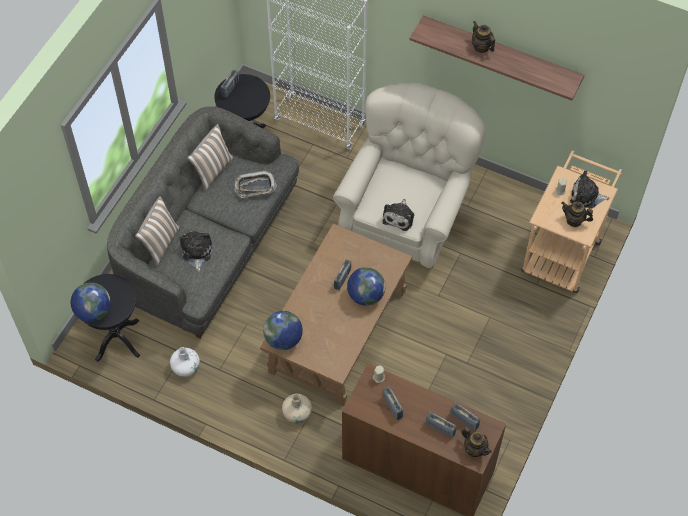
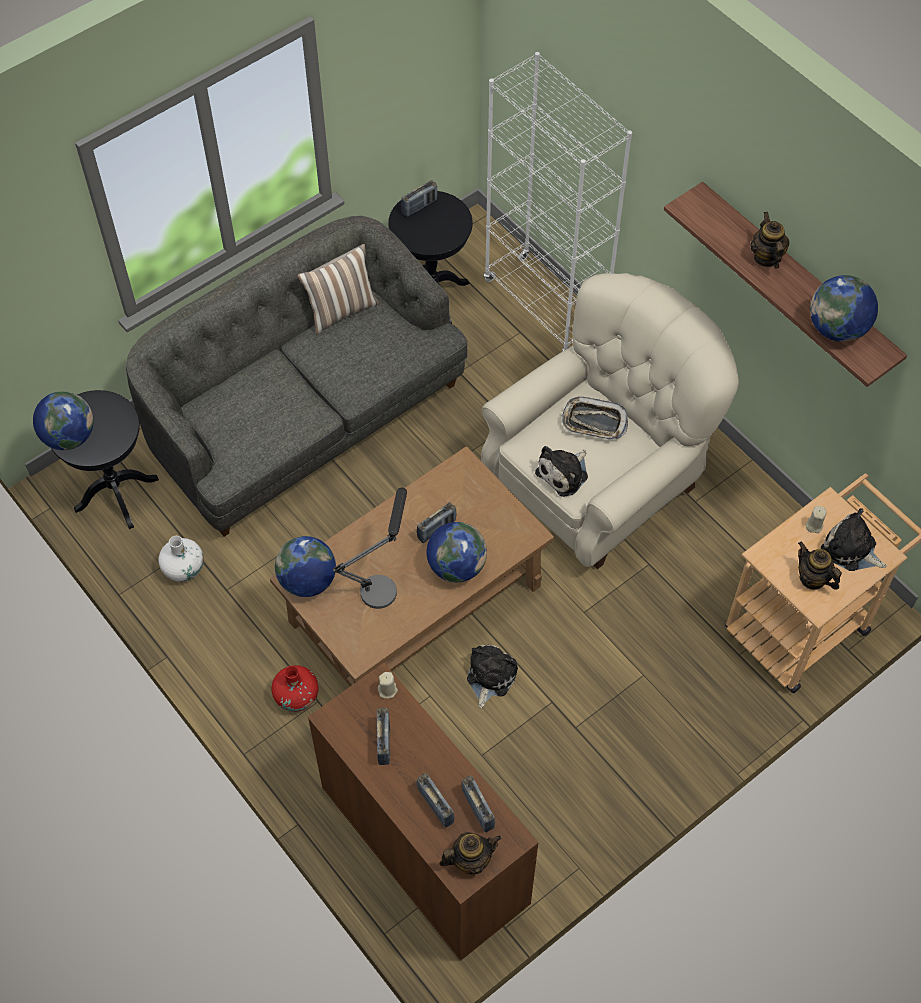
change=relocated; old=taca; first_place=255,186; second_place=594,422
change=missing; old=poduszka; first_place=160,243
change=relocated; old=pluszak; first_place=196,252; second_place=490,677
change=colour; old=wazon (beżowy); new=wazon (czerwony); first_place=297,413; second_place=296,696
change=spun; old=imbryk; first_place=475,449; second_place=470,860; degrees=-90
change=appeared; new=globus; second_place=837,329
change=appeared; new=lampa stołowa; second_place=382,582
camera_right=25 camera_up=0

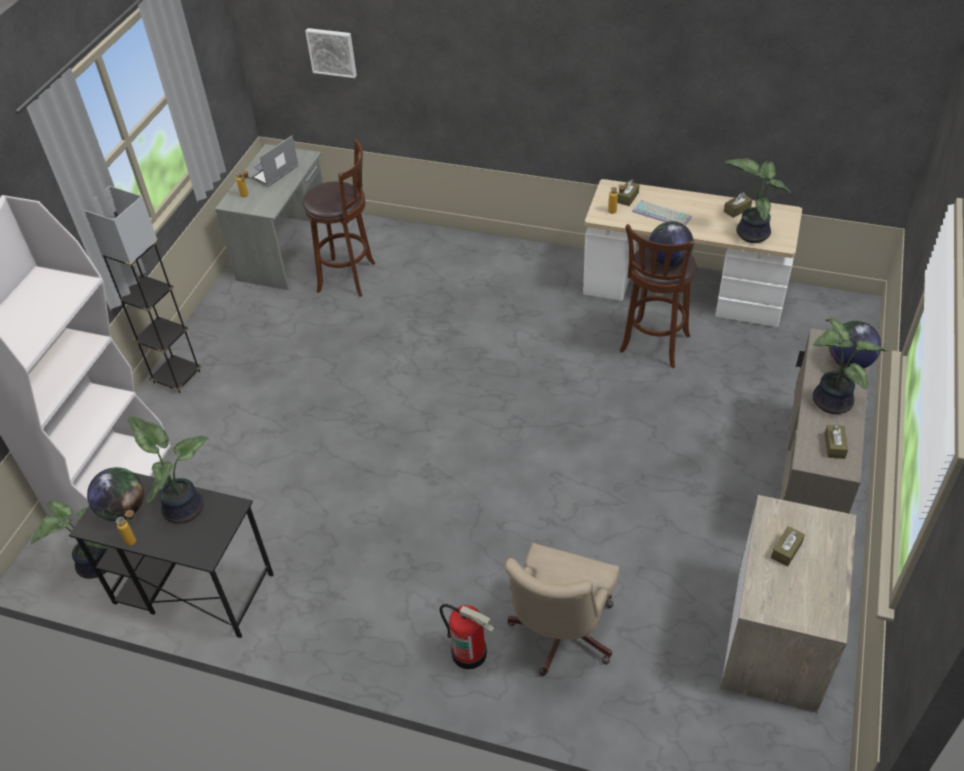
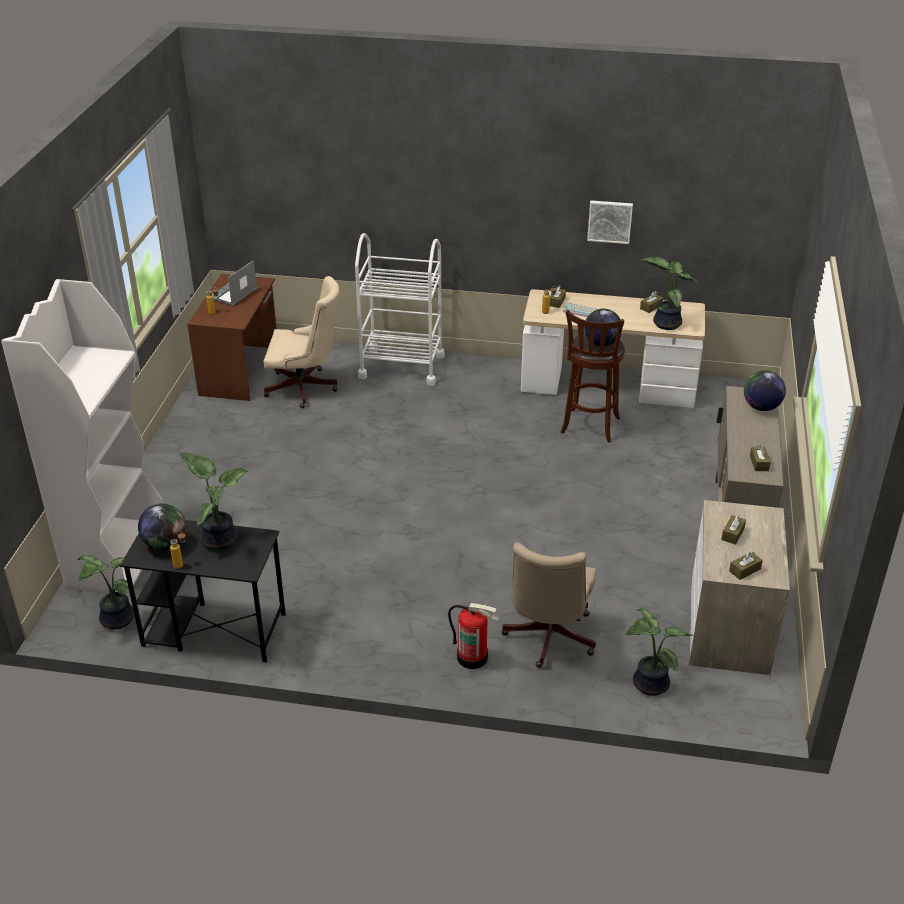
change=relocated; old=obraz; first_place=332,52; second_place=610,221
change=exchanged; old=stołek (brązowy); new=krzesło biurowe (beżowy); first_place=350,277; second_place=305,388
change=colour; old=biurko (szary); new=biurko (brązowy); first_place=286,251; second_place=240,370
change=missing; old=lampa stojąca (szary); first_place=177,377
change=relocated; old=roślina doniczkowa; first_place=829,401; second_place=648,683
change=appeared; new=wózek (biały); second_place=401,366
change=appeared; new=pudełko chusteczek (brązowy); second_place=744,570
camera_right=-10 camera_up=-10

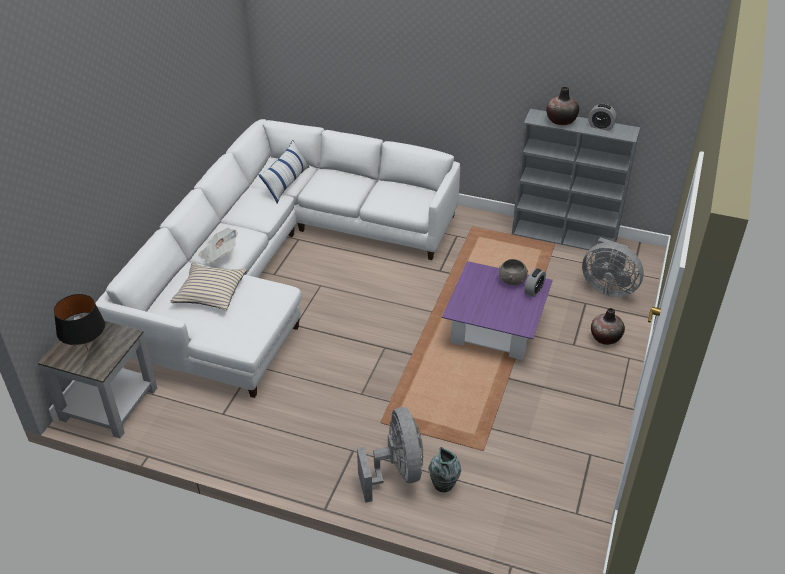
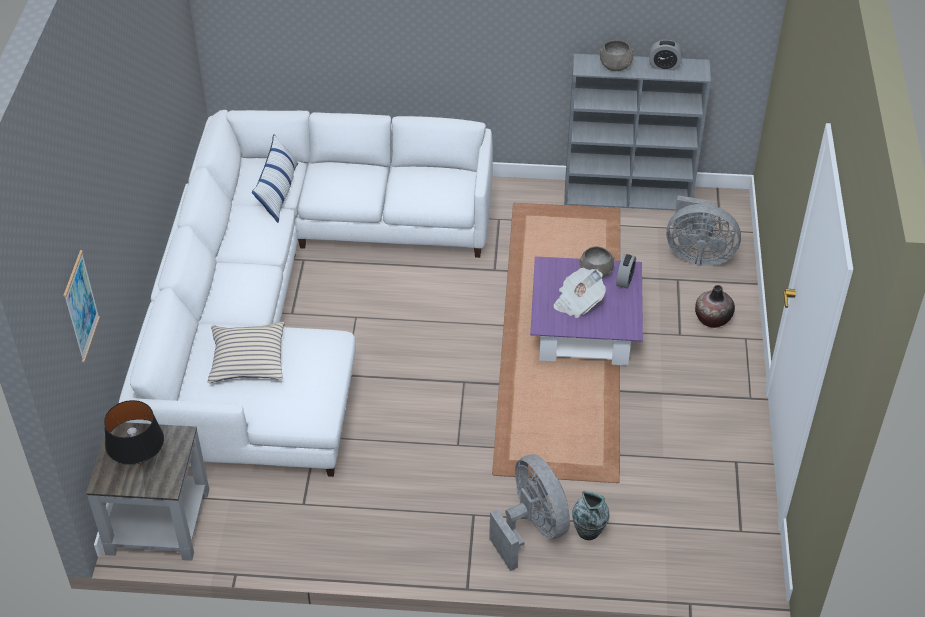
change=exchanged; old=wazon; new=miska (szary); first_place=561,120; second_place=615,65
change=relocated; old=gazeta; first_place=219,254; second_place=578,302
change=appeared; new=obraz; second_place=81,306
camera_right=-15 camera_up=5

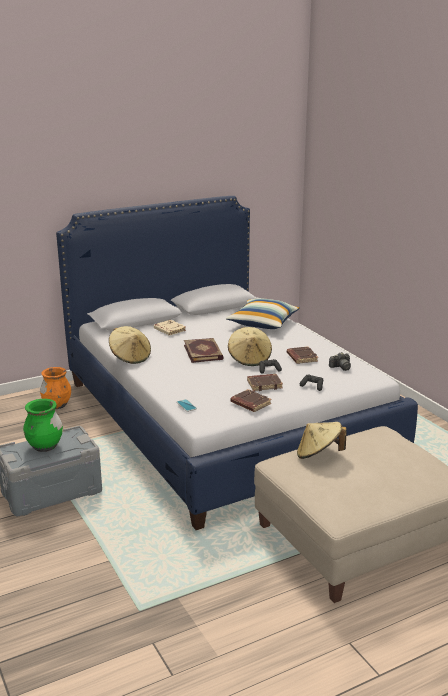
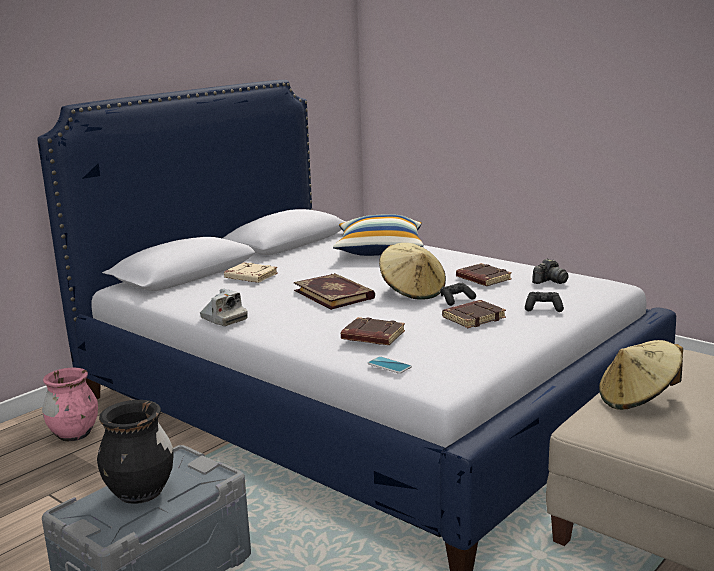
change=exchanged; old=kapelusz (beżowy); new=aparat fotograficzny; first_place=130,357; second_place=223,319
change=colour; old=wazon (pomarańczowy); new=wazon (różowy); first_place=57,405; second_place=74,435
change=relocated; old=książka (brązowy); first_place=250,403; second_place=372,337
change=colour; old=wazon (zielony); new=wazon (czarny); first_place=45,447; second_place=140,493
camera_right=-20 camera_up=-5

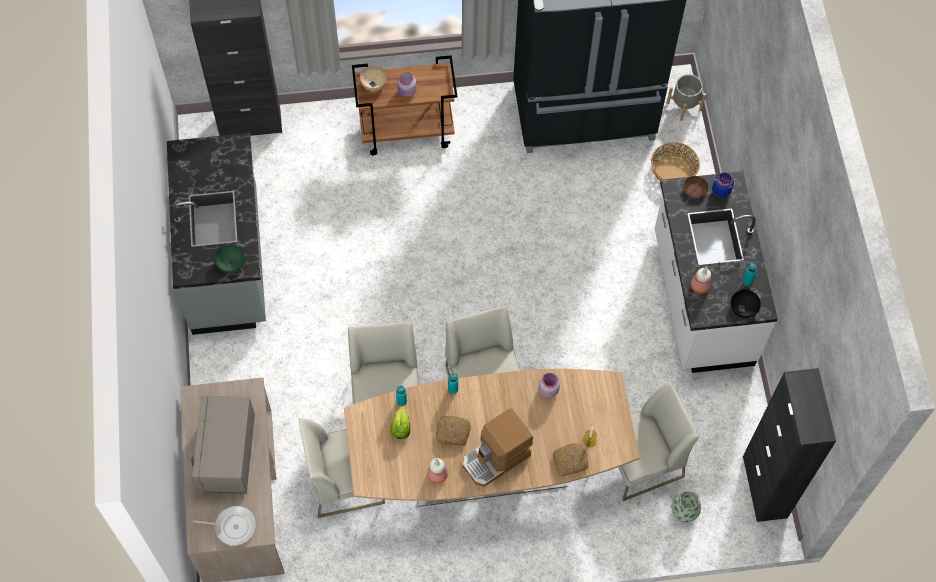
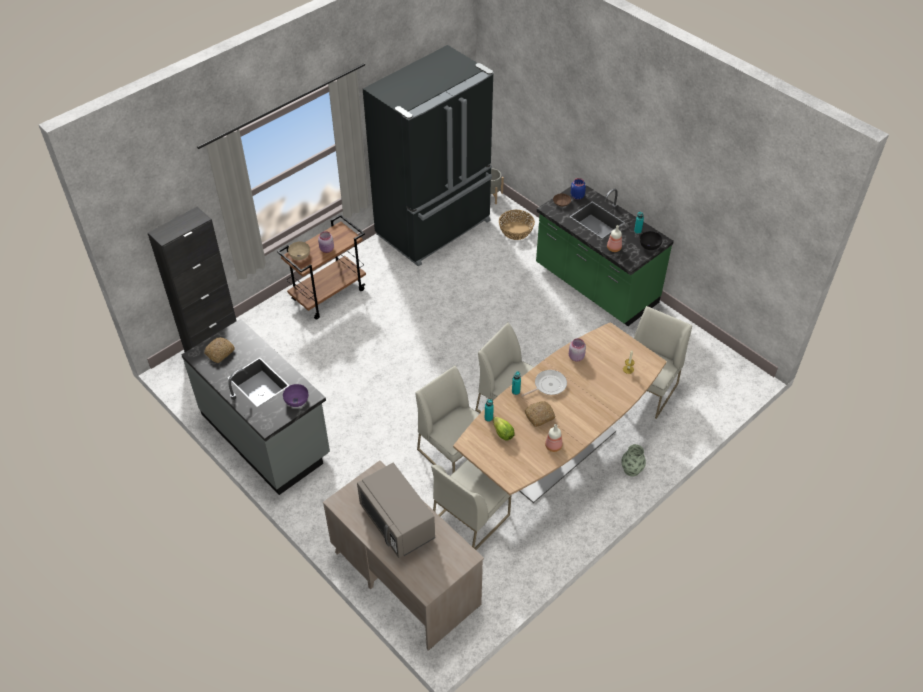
change=colour; old=zabudowa kuchenna (biały); new=zabudowa kuchenna (zielony); first_place=700,299; second_place=595,286
change=colour; old=miska (zielony); new=miska (fioletowy); first_place=231,264; second_place=296,401
change=missing; old=szafka (czarny); first_place=764,487
change=missing; old=ekspres do kawy; first_place=496,458
change=relocated; old=chleb; first_place=569,462; second_place=220,353
change=relocated; old=wazon; first_place=684,512; second_place=631,469
change=relocated; old=patelnia; first_place=233,526; second_place=548,385
camera_right=-35 camera_up=-15

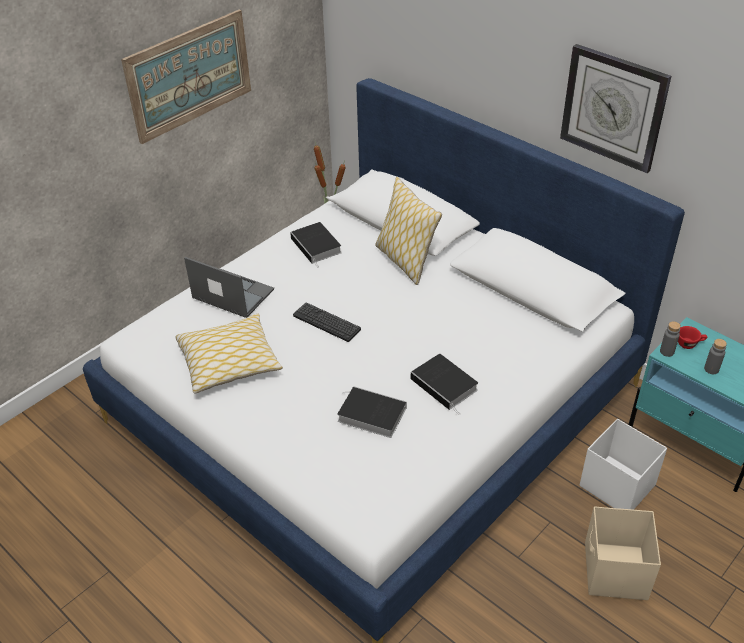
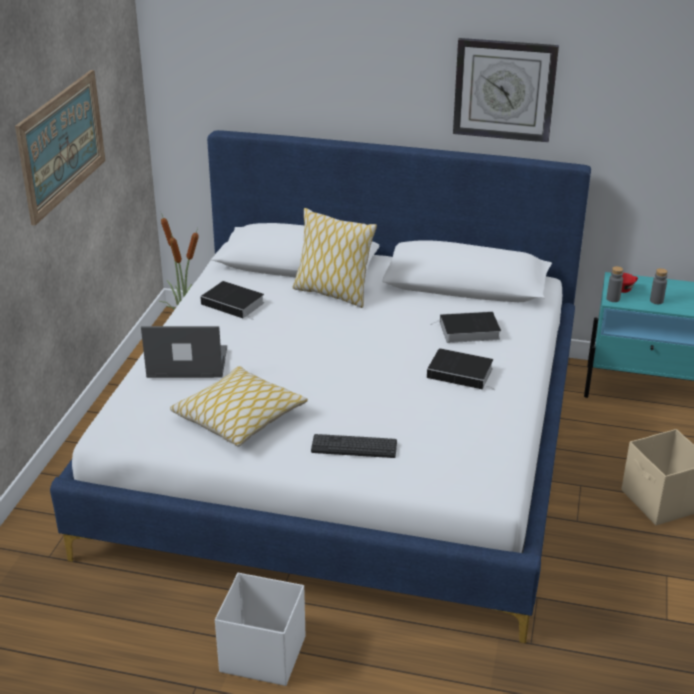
change=relocated; old=klawiatura; first_place=326,322; second_place=354,447
change=relocated; old=książka; first_place=369,414; second_place=467,331
change=relocated; old=pojemnik do przechowywania (biały); first_place=616,485; second_place=262,654
camera_right=-30 camera_up=-10

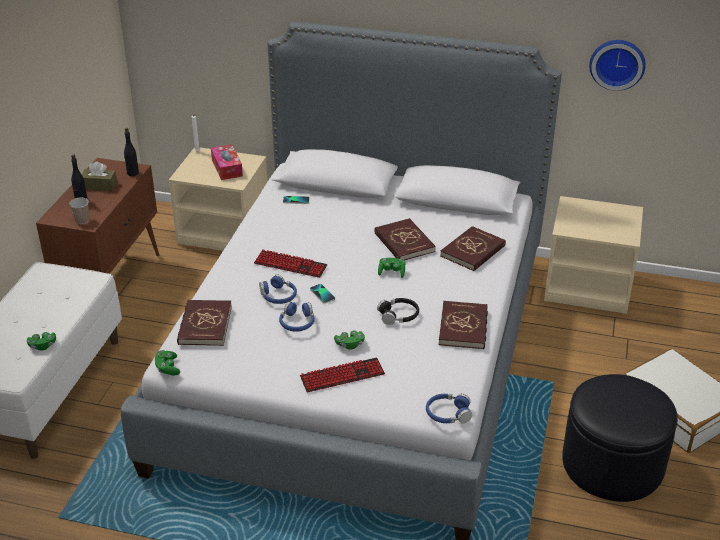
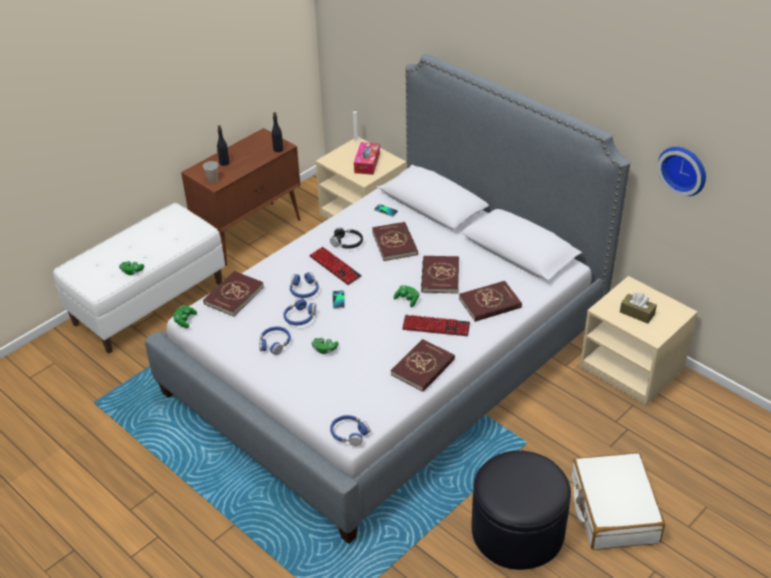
change=relocated; old=pudełko chusteczek (brązowy); first_place=99,185; second_place=637,313
change=relocated; old=słuchawki (czarny); first_place=398,315; second_place=347,243
change=relocated; old=klawiatura; first_place=342,376; second_place=436,327
change=appeared; new=książka (czerwony); second_place=395,243
change=appeared; new=słuchawki (niebieski); second_place=274,344
camera_right=30 camera_up=5

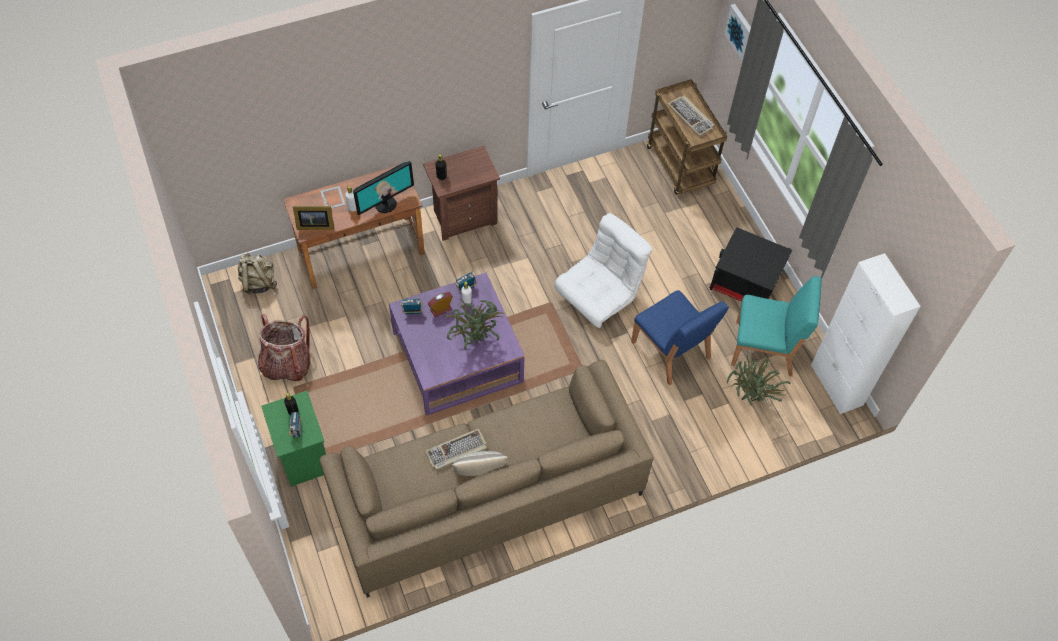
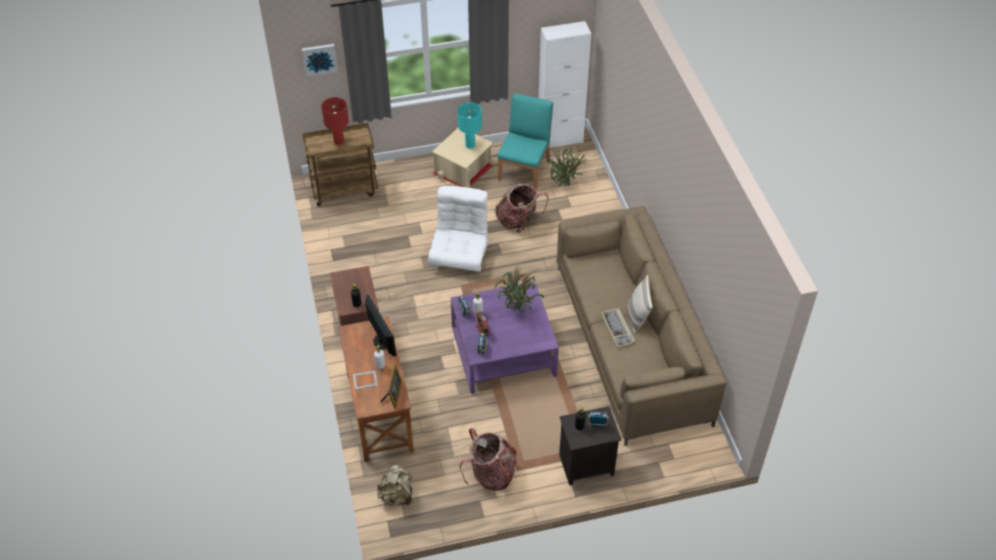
change=exchanged; old=klawiatura; new=lampa stołowa (czerwony); first_place=691,117; second_place=339,141
change=spun; old=fotel (biały); first_place=599,295; second_place=460,254; degrees=45
change=colour; old=pojemnik do przechowywania (czarny); new=pojemnik do przechowywania (beżowy); first_place=746,281; second_place=463,170
change=exchanged; old=krzesło (niebieski); new=plecak; first_place=671,351; second_place=518,220
change=colour; old=szafka nocna (zielony); new=szafka nocna (czarny); first_place=302,456; second_place=585,466
change=appeared; new=lampa stołowa (turkusowy); second_place=470,145
camera_right=-80 camera_up=-10

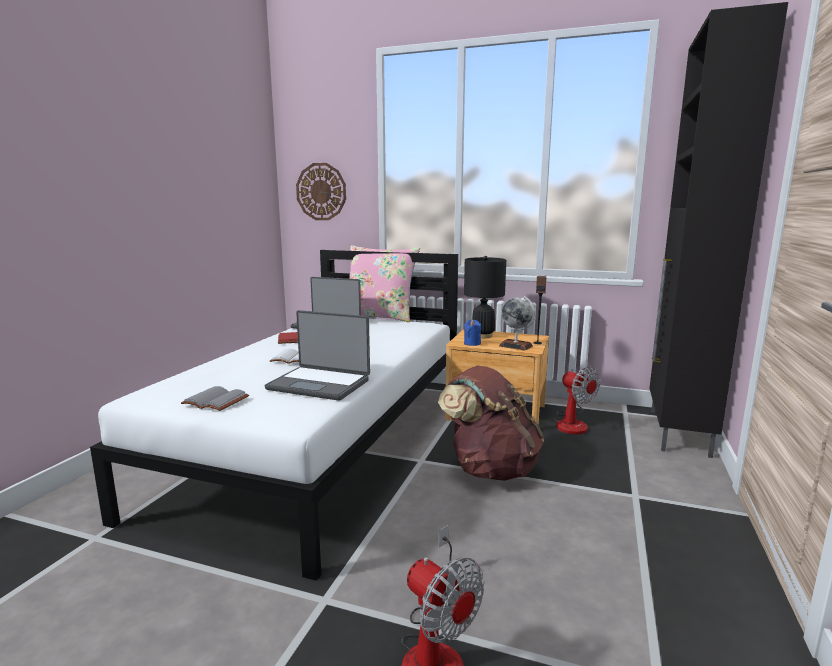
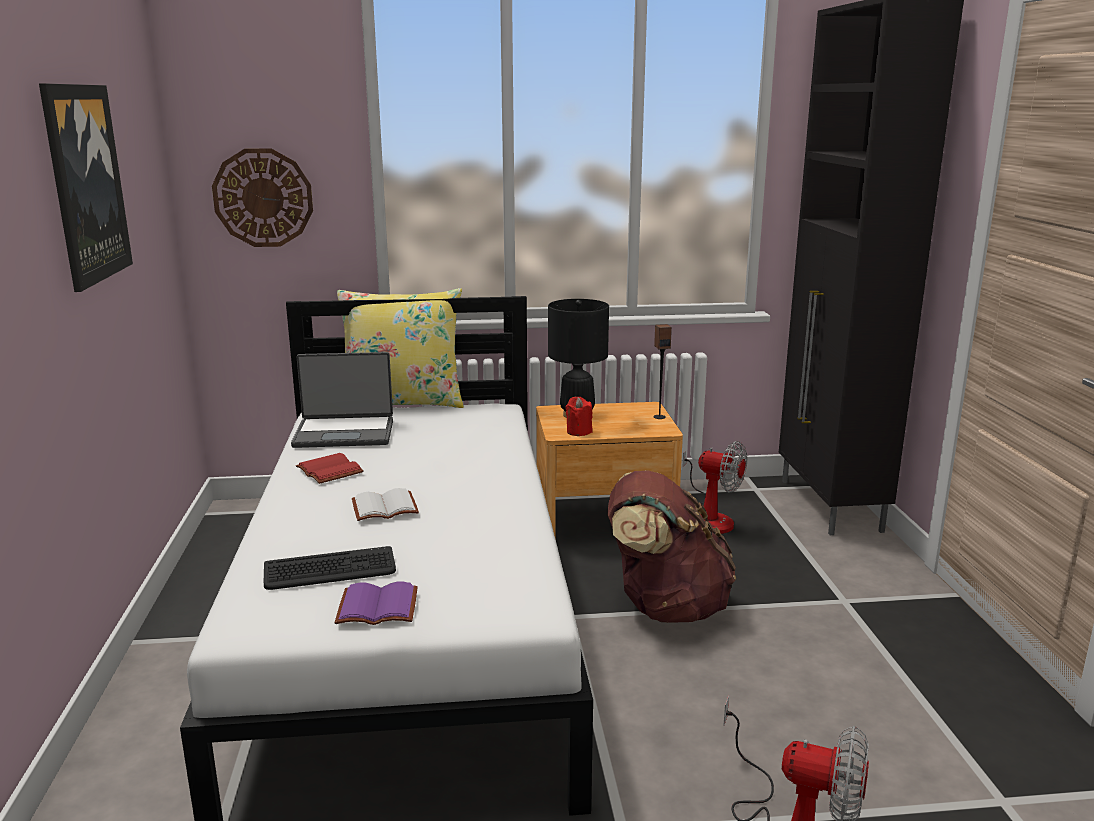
change=colour; old=poduszka (różowy); new=poduszka (żółty); first_place=379,316; second_place=403,402
change=missing; old=globus; first_place=516,346
change=missing; old=laptop; first_place=320,384
change=colour; old=świeca (niebieski); new=świeca (czerwony); first_place=472,343; second_place=579,432
change=colour; old=książka (szary); new=książka (fioletowy); first_place=214,401; second_place=376,608
change=appeared; new=obraz; second_place=85,184
change=appeared; new=klawiatura; second_place=330,570
camera_right=-25 camera_up=5

